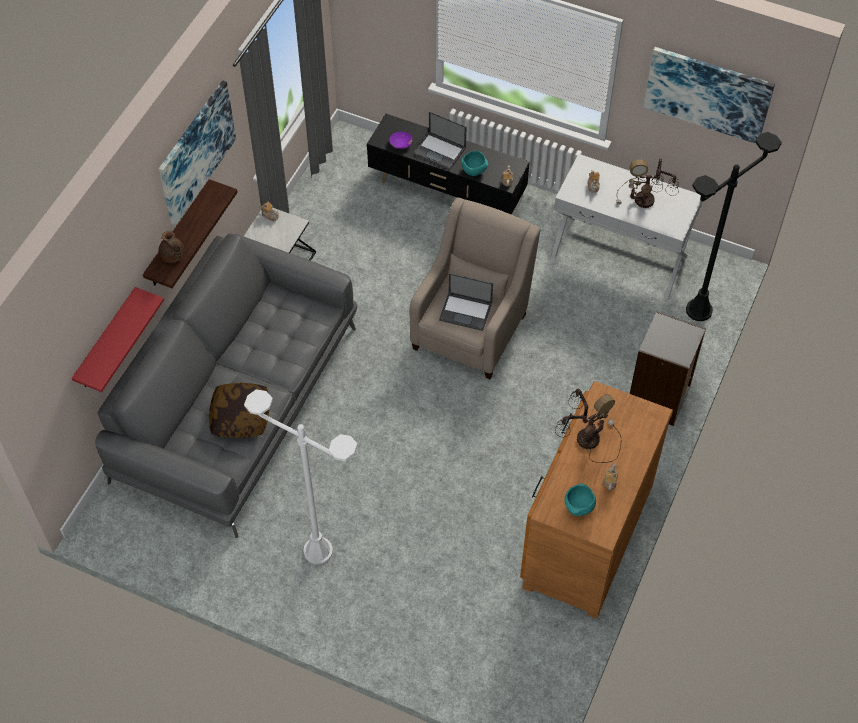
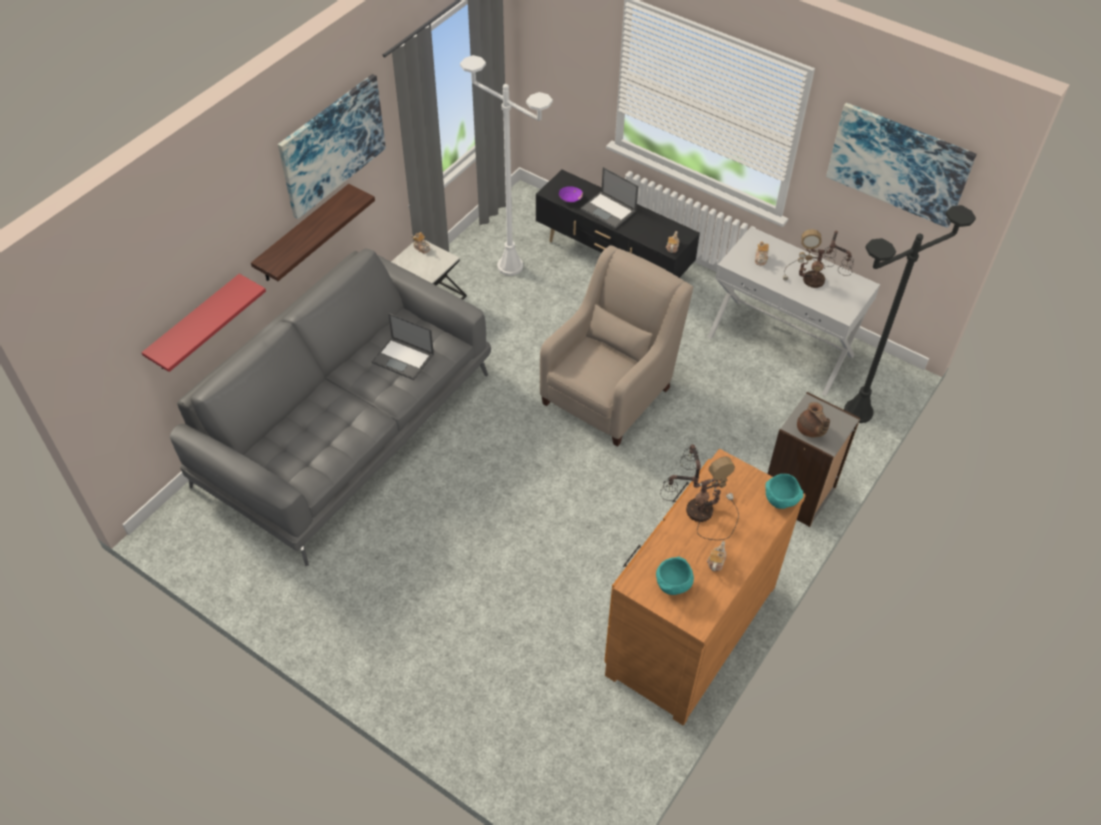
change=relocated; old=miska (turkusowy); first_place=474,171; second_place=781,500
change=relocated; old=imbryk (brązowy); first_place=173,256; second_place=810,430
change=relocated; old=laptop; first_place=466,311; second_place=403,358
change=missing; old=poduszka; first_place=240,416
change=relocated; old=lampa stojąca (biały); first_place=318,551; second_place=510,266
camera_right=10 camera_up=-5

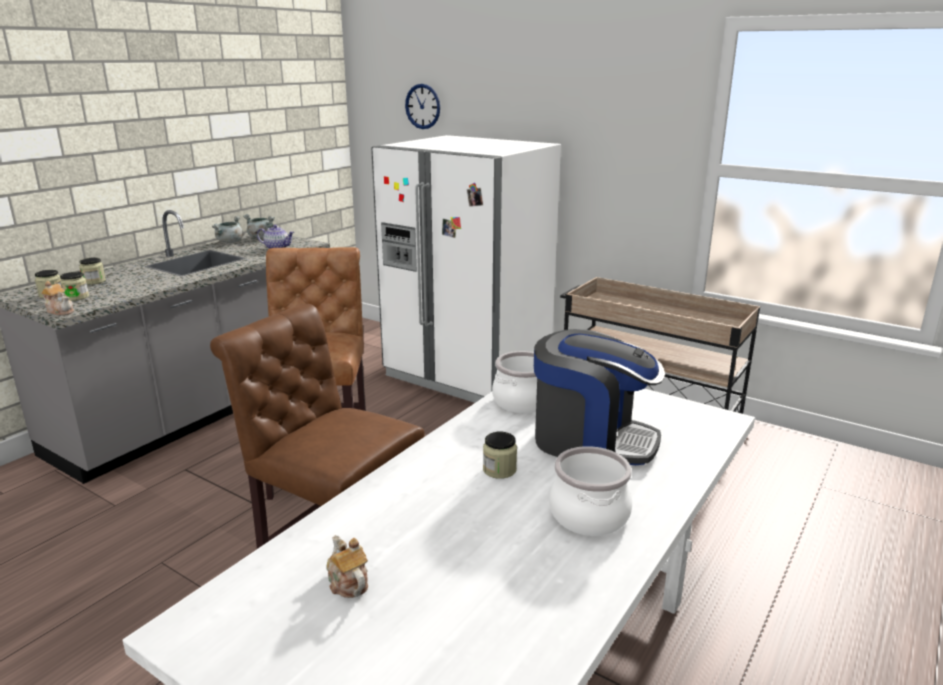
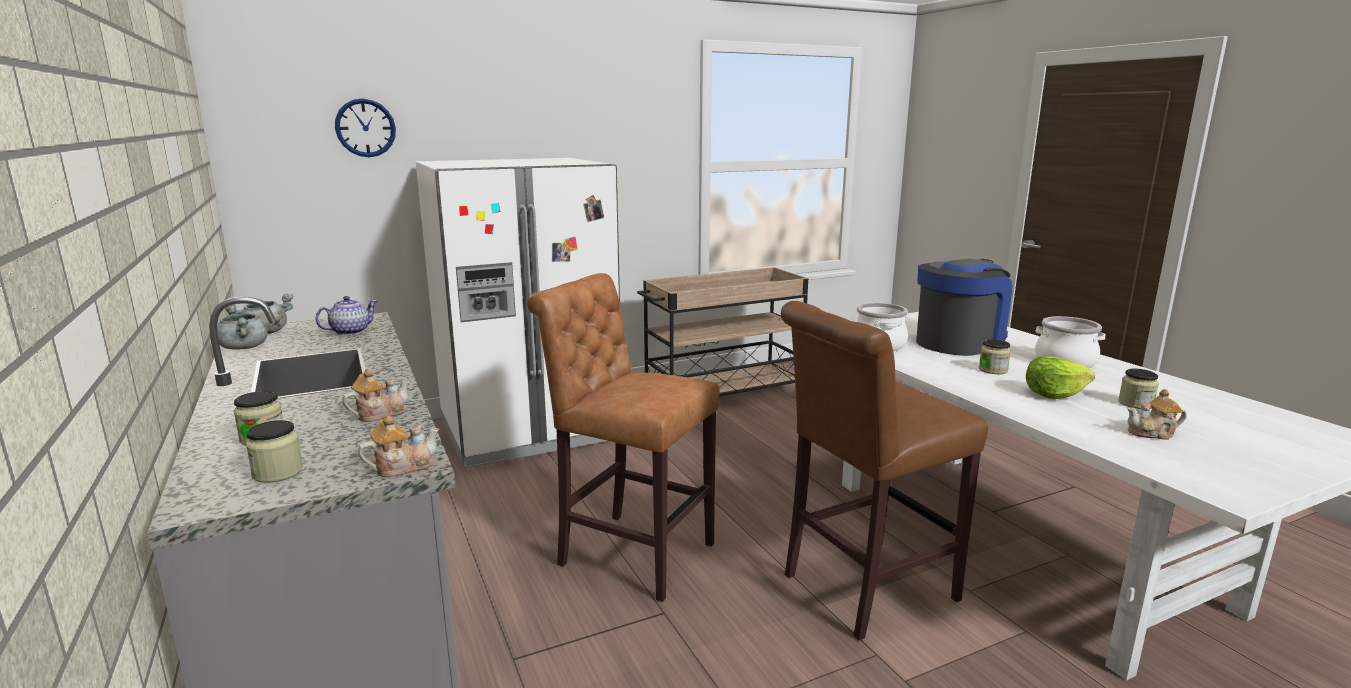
change=relocated; old=słoik; first_place=76,297; second_place=1135,404
change=appeared; new=sałata; second_place=1054,394
change=appeared; new=imbryk; second_place=380,414
camera_right=-60 camera_up=-5

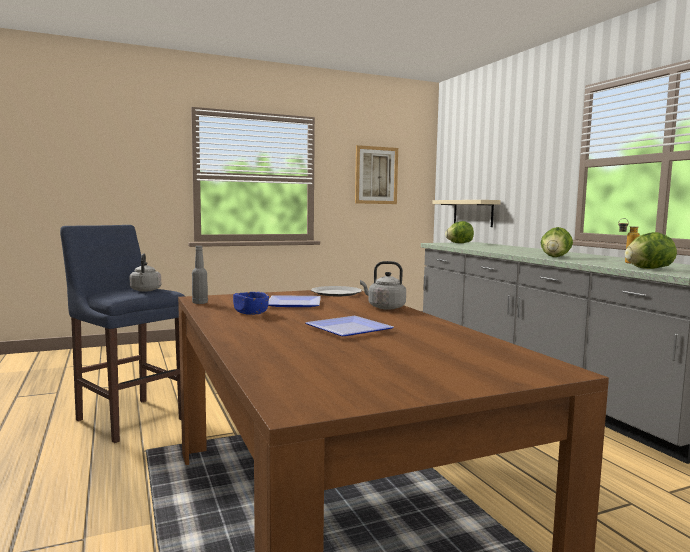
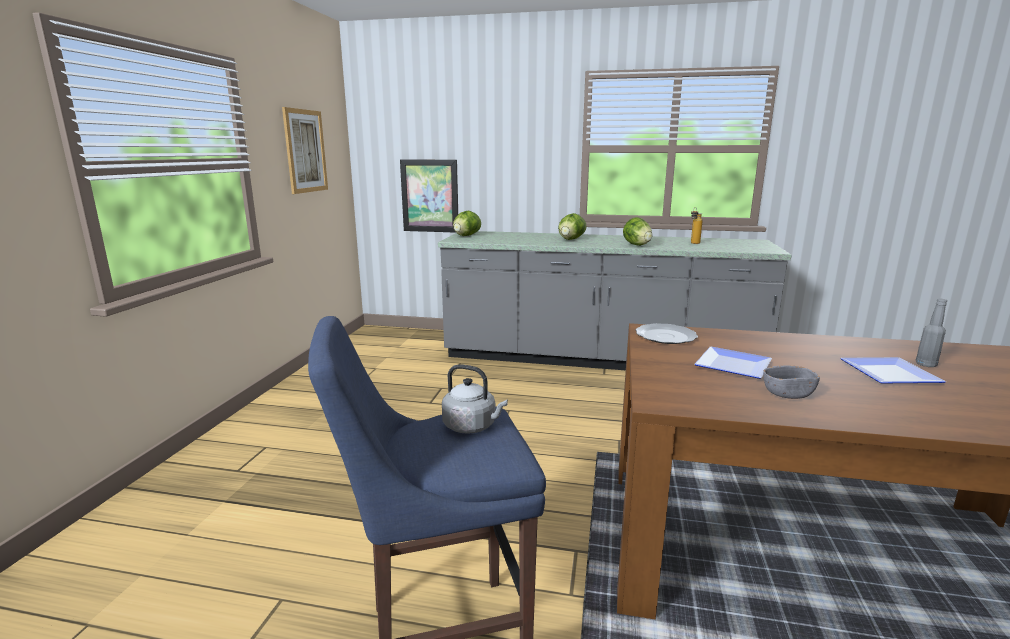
change=exchanged; old=półka (beżowy); new=obraz; first_place=473,213; second_place=430,196
change=relocated; old=sałata; first_place=648,268; second_place=571,239
change=relocated; old=butelka (szary); first_place=200,303; second_place=926,364
change=missing; old=czajnik (szary); first_place=384,307
change=colour; old=miska (niebieski); new=miska (szary); first_place=251,313; second_place=788,394
camera_right=-55 camera_up=10

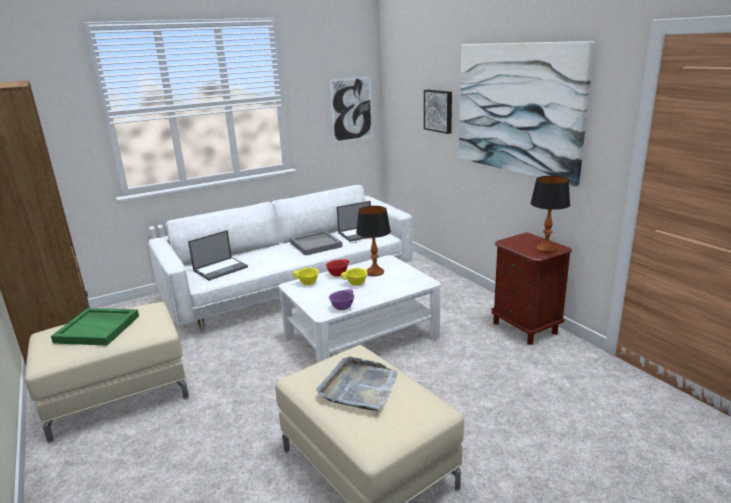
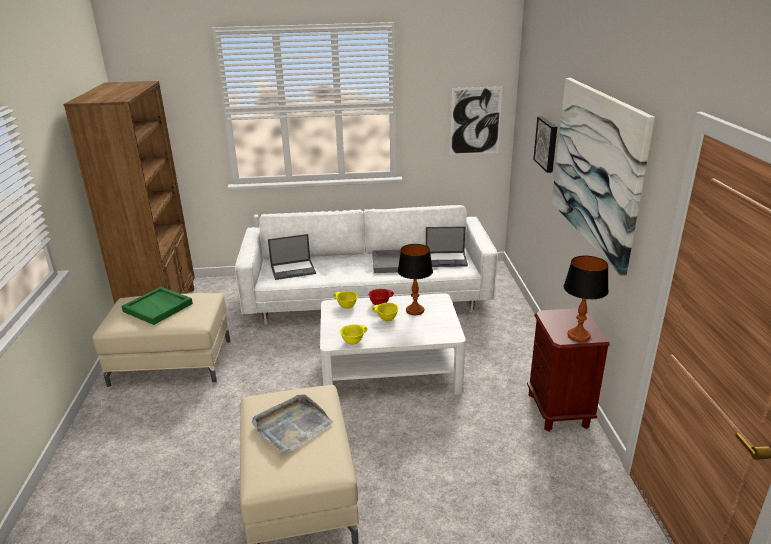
change=colour; old=miska (fioletowy); new=miska (żółty); first_place=342,308; second_place=353,341
camera_right=25 camera_up=5

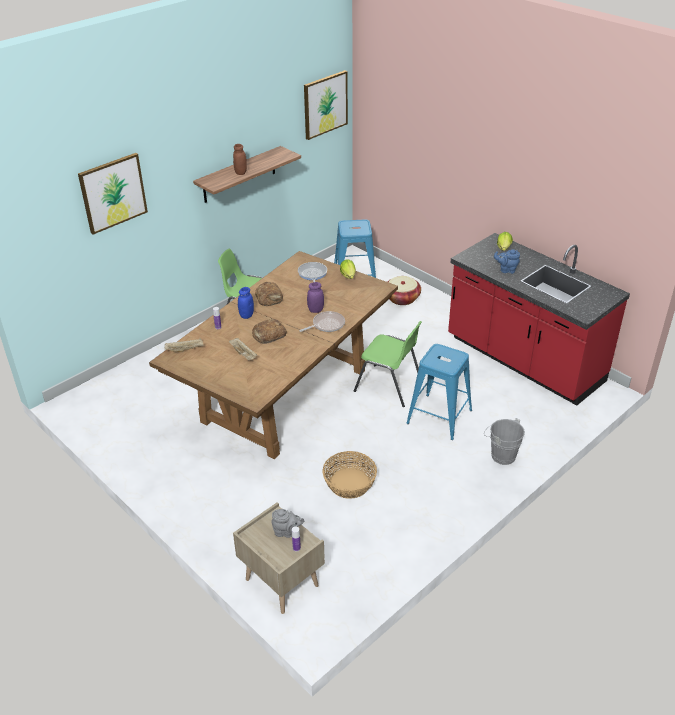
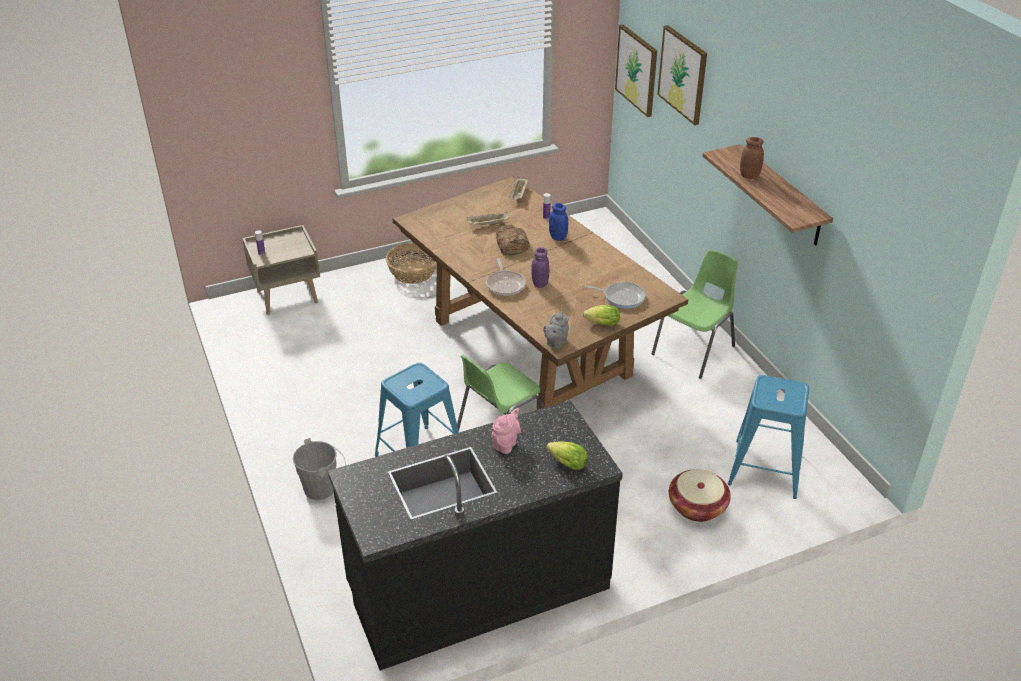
change=relocated; old=obraz; first_place=325,104; second_place=637,70
change=colour; old=zabudowa kuchenna (czerwony); new=zabudowa kuchenna (czarny); first_place=523,361; second_place=478,588
change=colour; old=imbryk (niebieski); new=imbryk (różowy); first_place=506,270; second_place=506,443
change=missing; old=chleb; first_place=269,297
change=relocated; old=koszyk; first_place=350,483; second_place=413,273
change=relocated; old=imbryk (szary); first_place=287,532; second_place=555,343
camera_right=110 camera_up=0

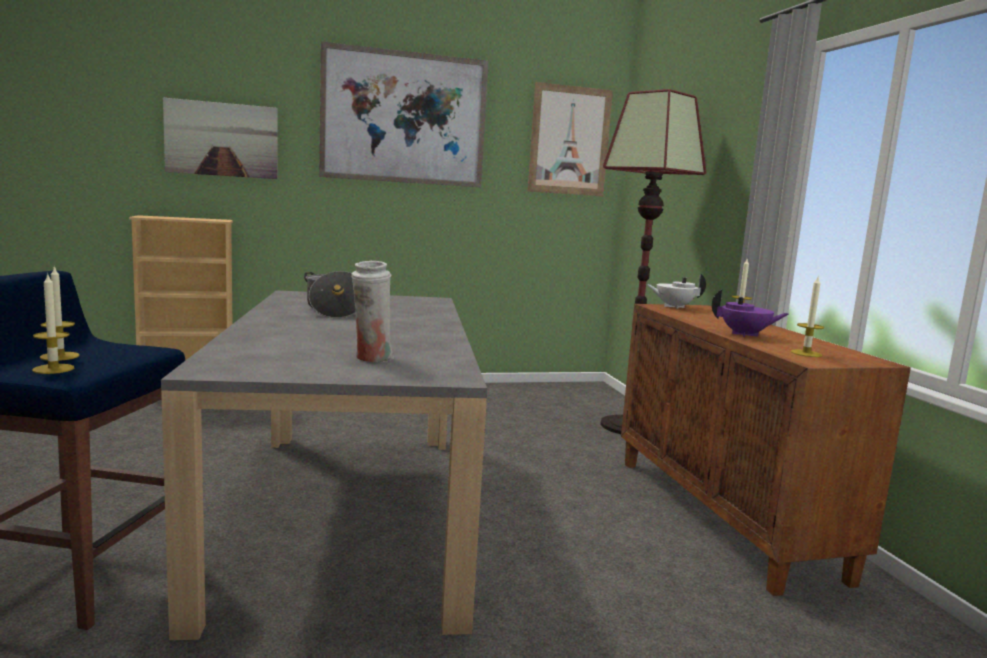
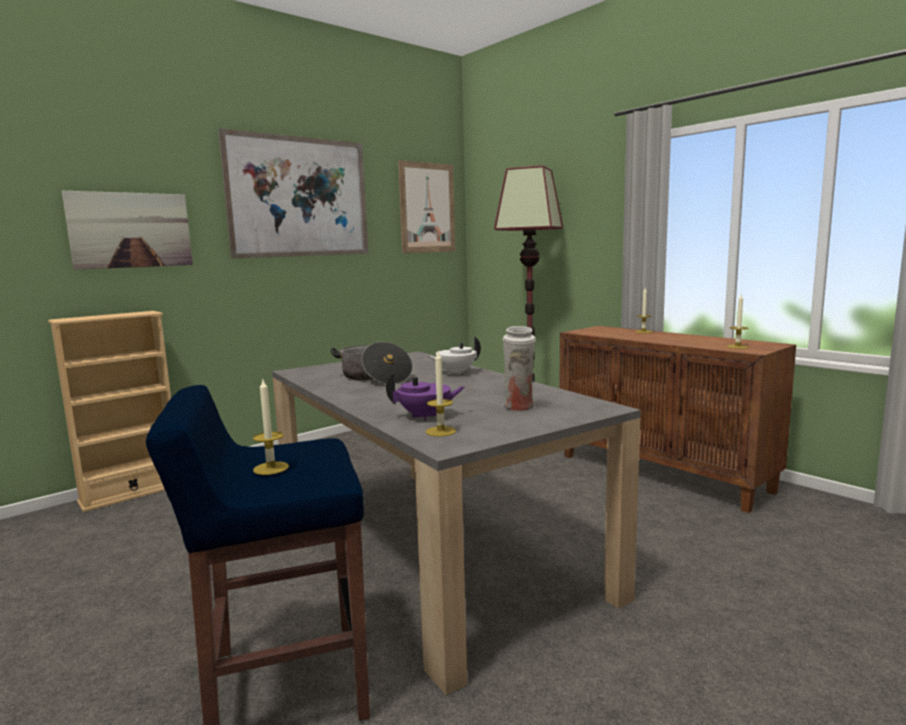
change=relocated; old=świeca; first_place=53,369; second_place=440,431
change=relocated; old=imbryk (biały); first_place=674,307; second_place=455,373
change=relocated; old=imbryk (fioletowy); first_place=745,335; second_place=425,416
camera_right=-25 camera_up=0

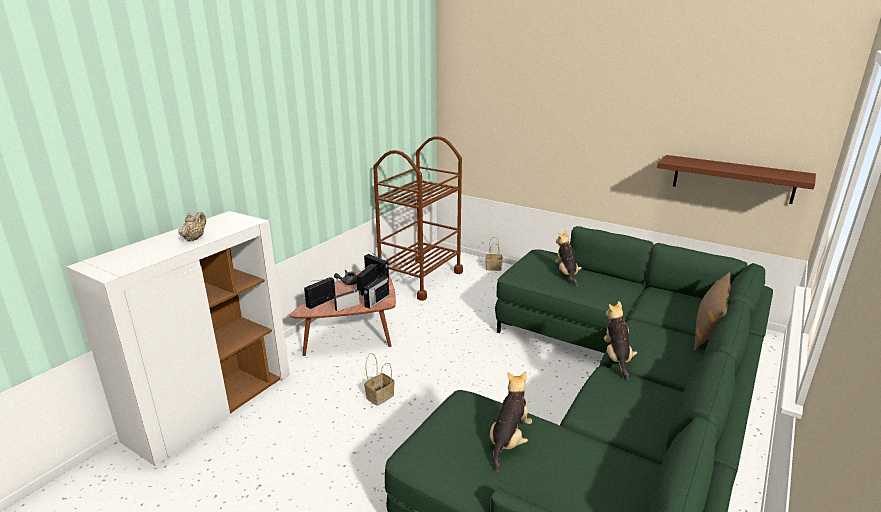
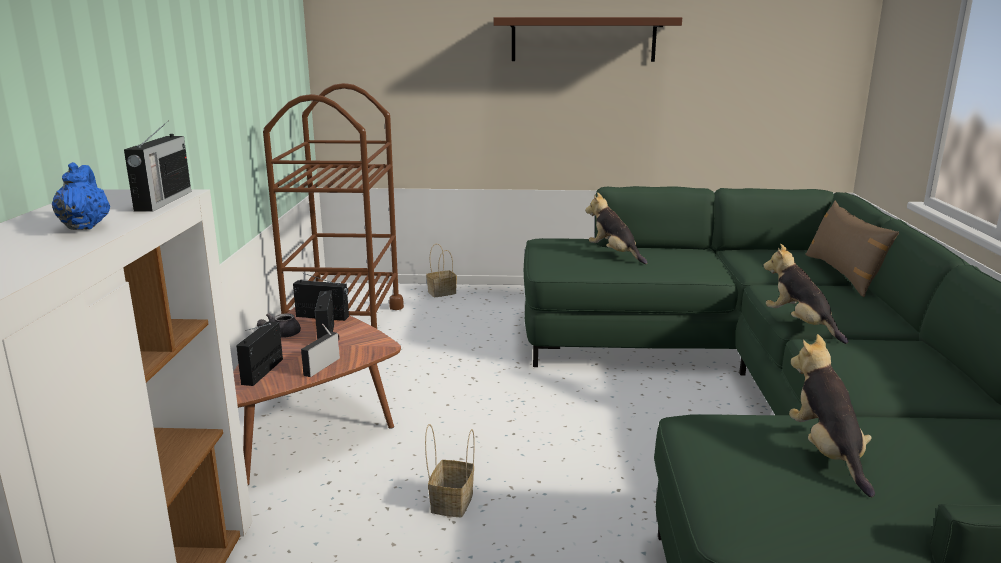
change=relocated; old=półka (brązowy); first_place=733,179; second_place=583,39
change=colour; old=imbryk (beżowy); new=imbryk (niebieski); first_place=194,238; second_place=85,226
change=relocated; old=radio; first_place=376,301; second_place=162,201
camera_right=-30 camera_up=-5

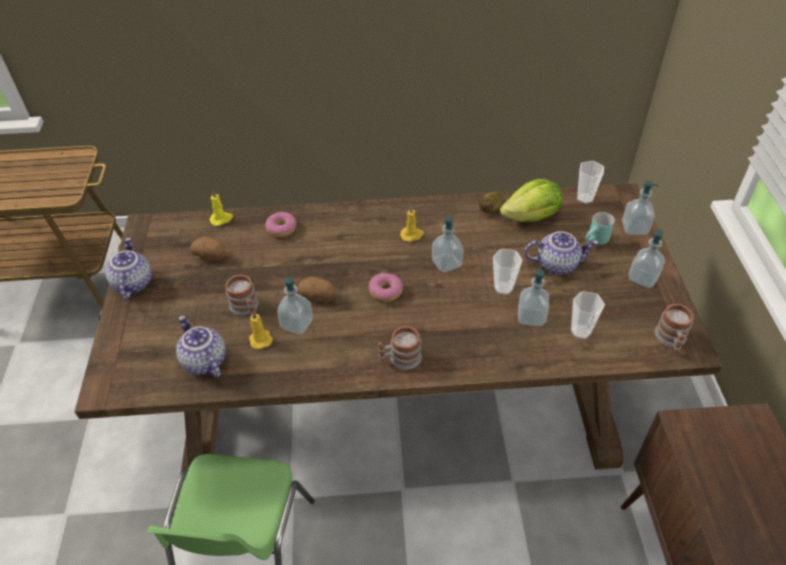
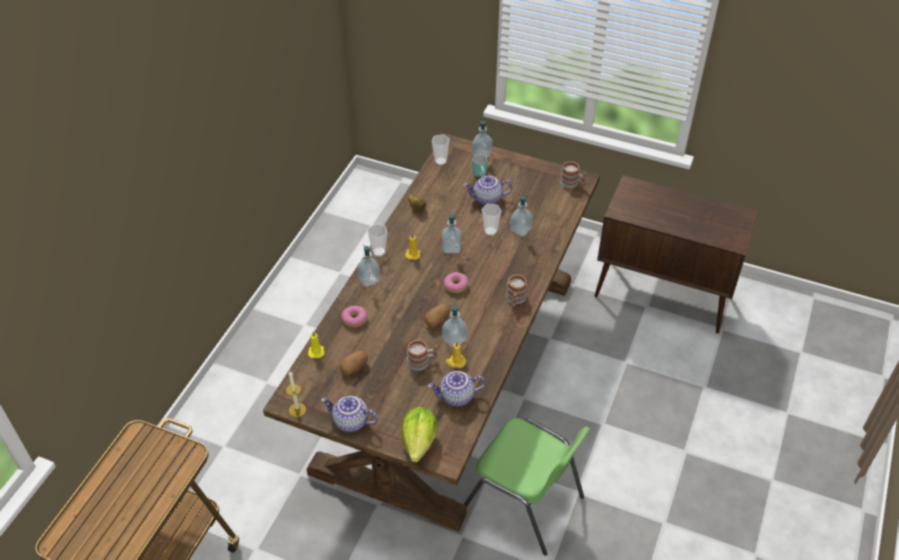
change=relocated; old=sałata; first_place=532,217; second_place=419,442
change=relocated; old=dozownik mydła; first_place=643,278; second_place=369,279
change=spun; old=imbryk; first_place=557,264; second_place=487,199; degrees=-120
change=relocated; old=filiżanka; first_place=580,332; second_place=378,252
change=appeared; new=świeca; second_place=297,410
camera_right=-65 camera_up=0

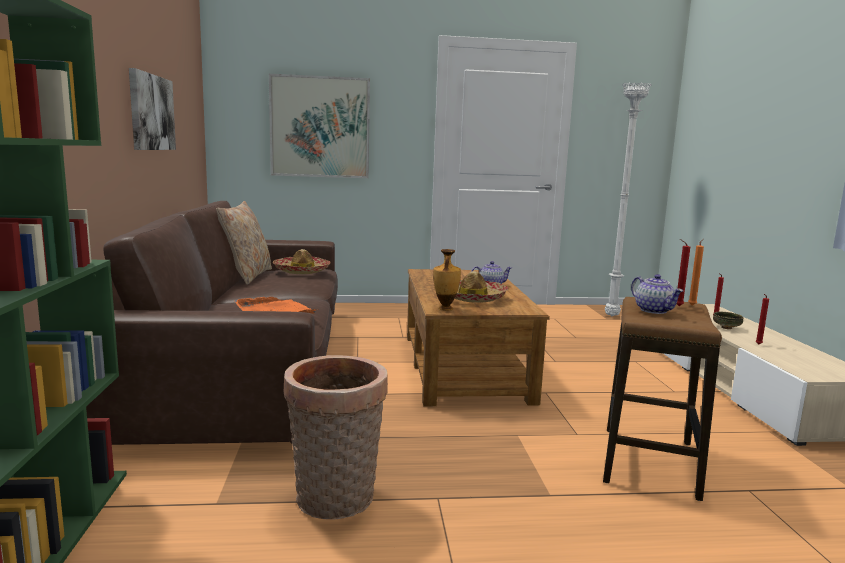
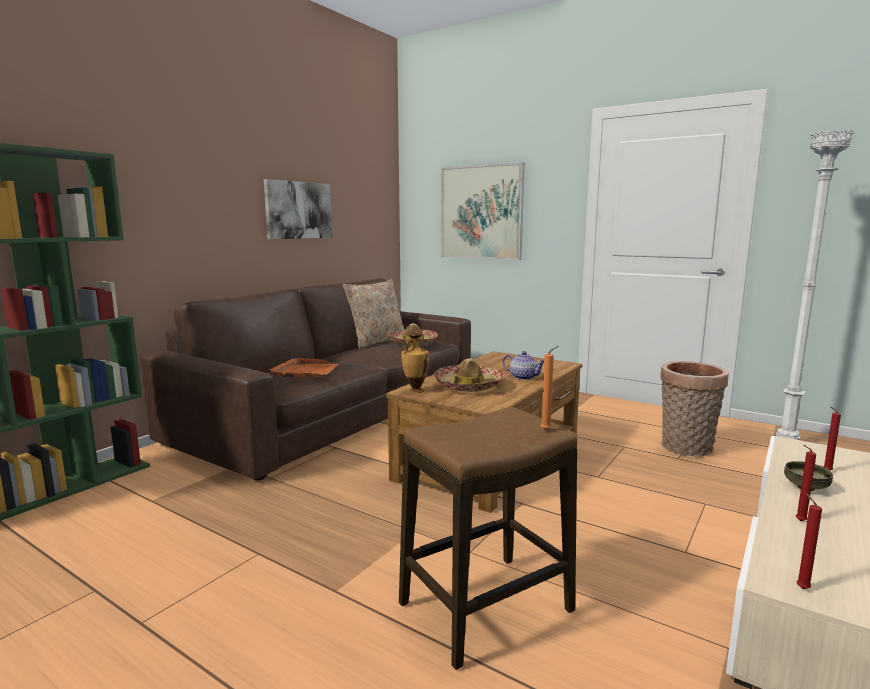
change=relocated; old=świeca (czerwony); first_place=677,306; second_place=800,587
change=missing; old=imbryk; first_place=654,310
change=relocated; old=koszyk; first_place=335,501; second_place=686,449
camera_right=40 camera_up=0

